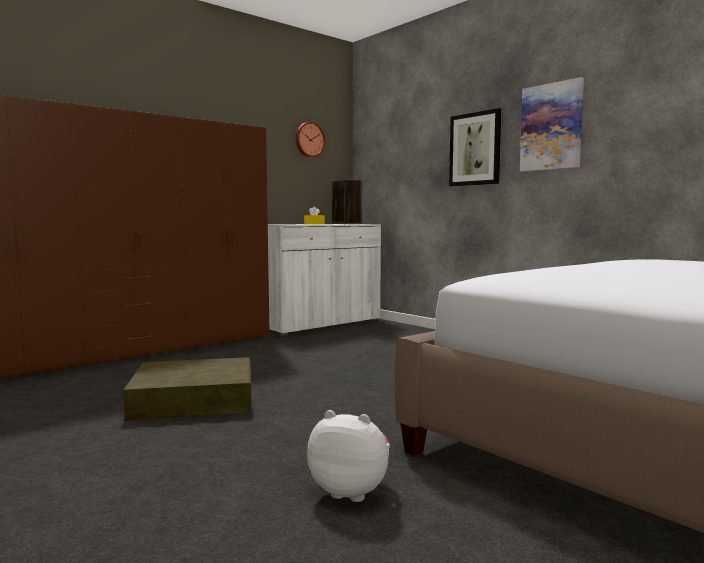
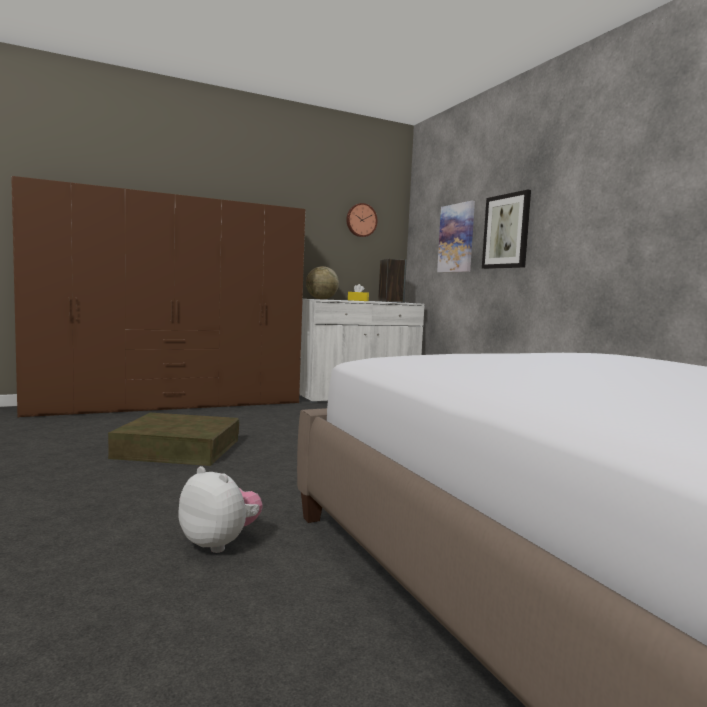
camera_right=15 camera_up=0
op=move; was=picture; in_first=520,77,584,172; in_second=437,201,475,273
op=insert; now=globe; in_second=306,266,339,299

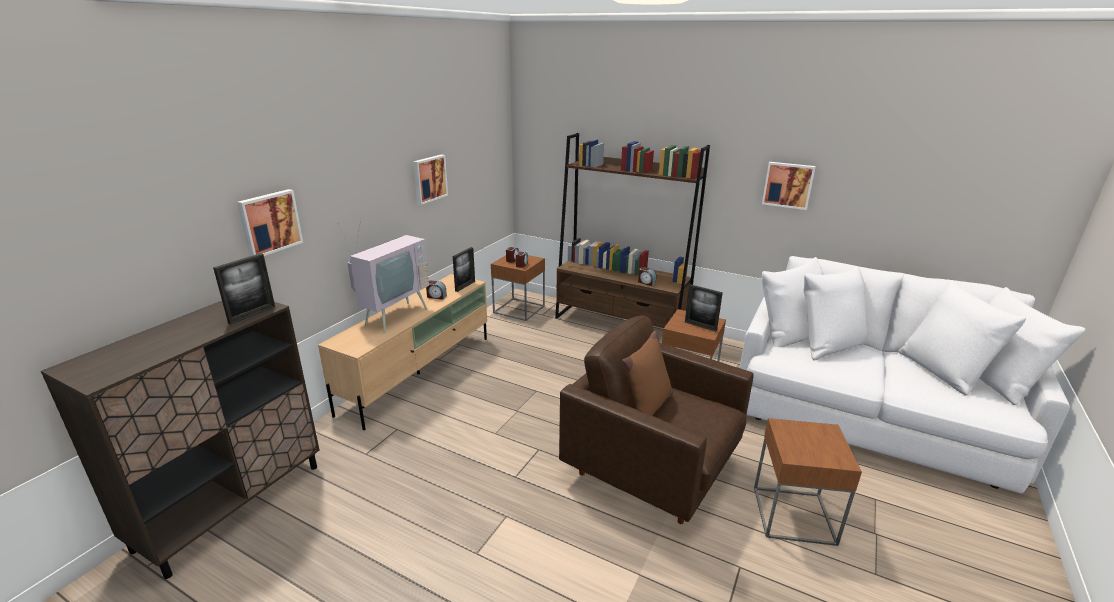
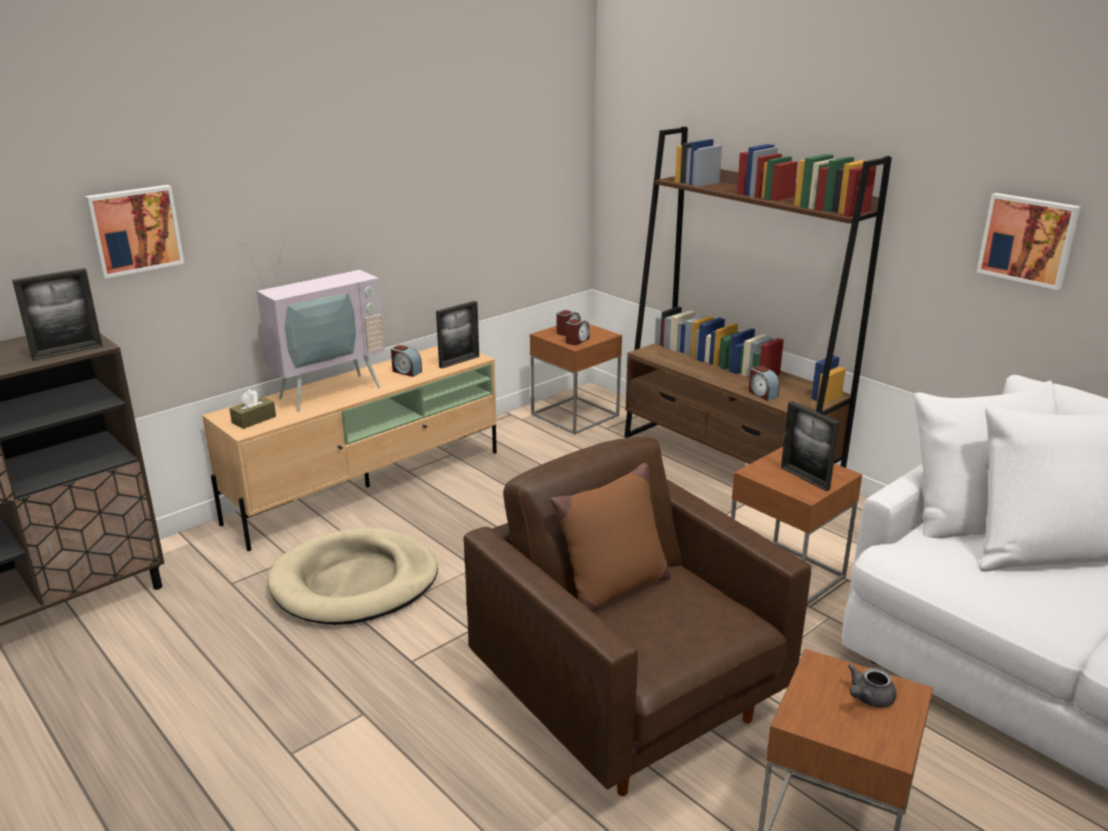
camera_right=20 camera_up=0
op=delete; was=picture; in_first=413,155,448,205
op=insert; now=brown_tissue_box; in_second=229,389,276,429
op=insert; now=beige_dog_bed; in_second=267,528,438,625
op=insert; now=grey_teapot; in_second=848,664,897,708

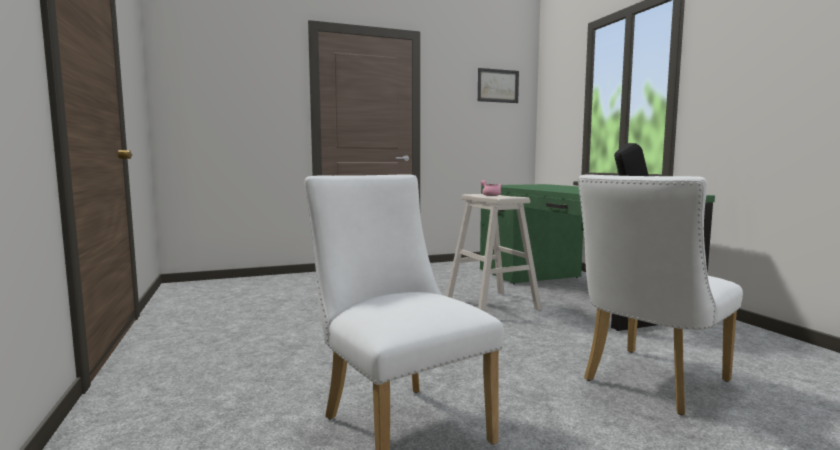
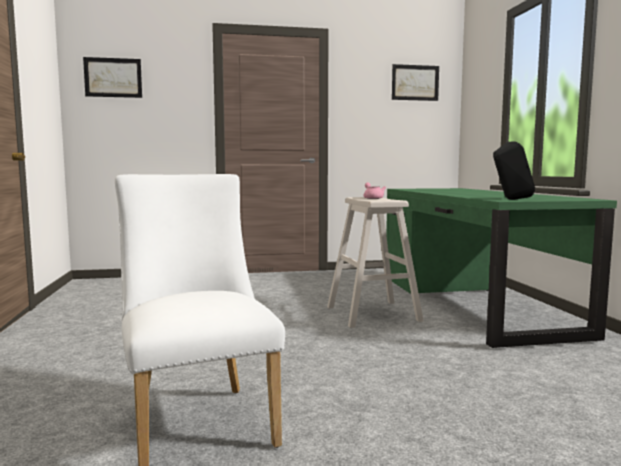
camera_right=10 camera_up=0
op=delete; was=white_chair; in_first=578,175,743,415
op=insert; now=picture; in_second=83,57,142,98

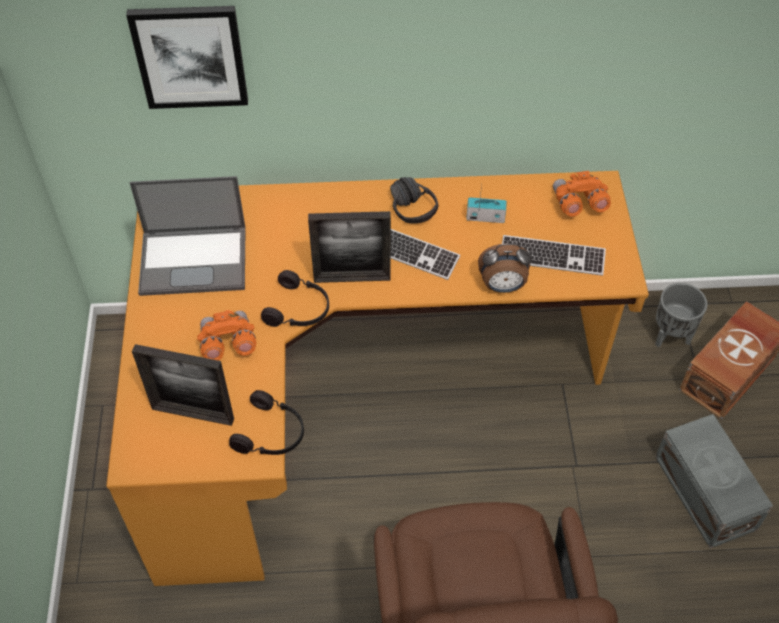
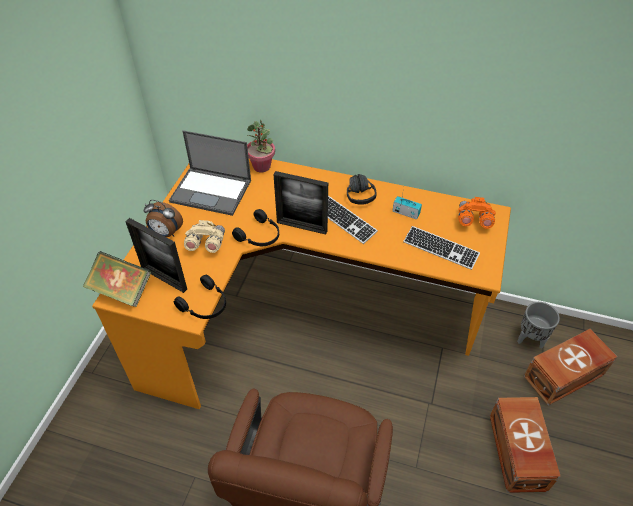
camera_right=20 camera_up=-5
op=delete; was=picture; in_first=126,6,248,109
op=move; was=alarm_clock; in_first=478,243,531,293; in_second=144,200,183,237
op=recolor; was=orange_binoculars; now=beige_binoculars; in_first=197,310,256,361; in_second=184,220,225,253
op=recolor; was=grey_storage_box; now=brown_storage_box; in_first=655,414,773,548; in_second=490,397,561,493
op=insert; now=potted_plant; in_second=247,119,275,172
op=insert; now=book; in_second=83,251,151,307

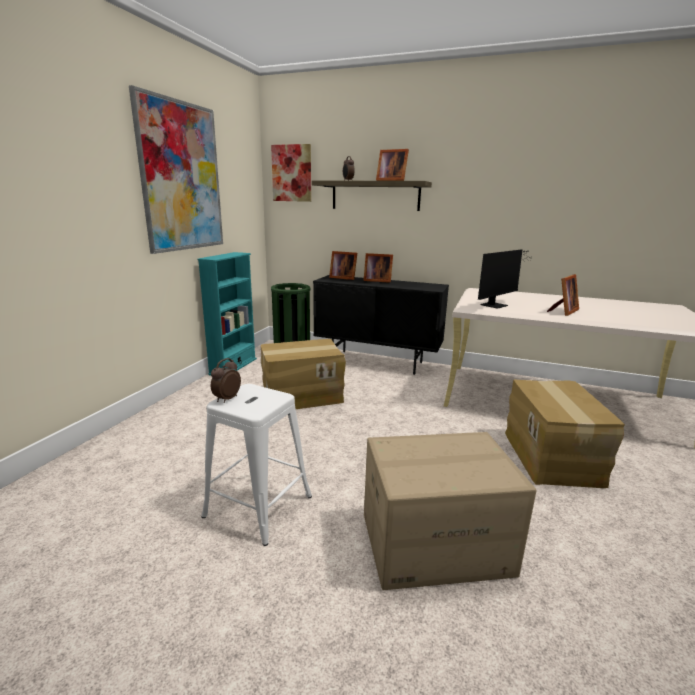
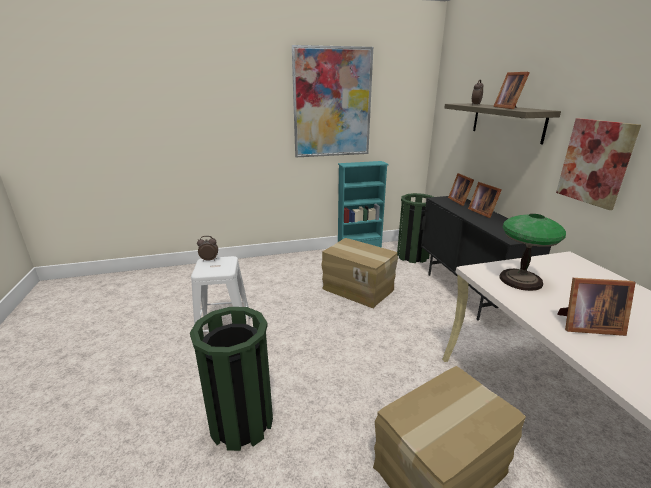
camera_right=55 camera_up=5
op=move; was=picture; in_first=271,144,311,202; in_second=556,118,641,210
op=replace; was=monitor; now=table_lamp; in_first=478,249,529,309; in_second=500,214,566,291
op=replace; was=cardboard_box; now=green_trash_can; in_first=364,432,537,590; in_second=190,307,273,451

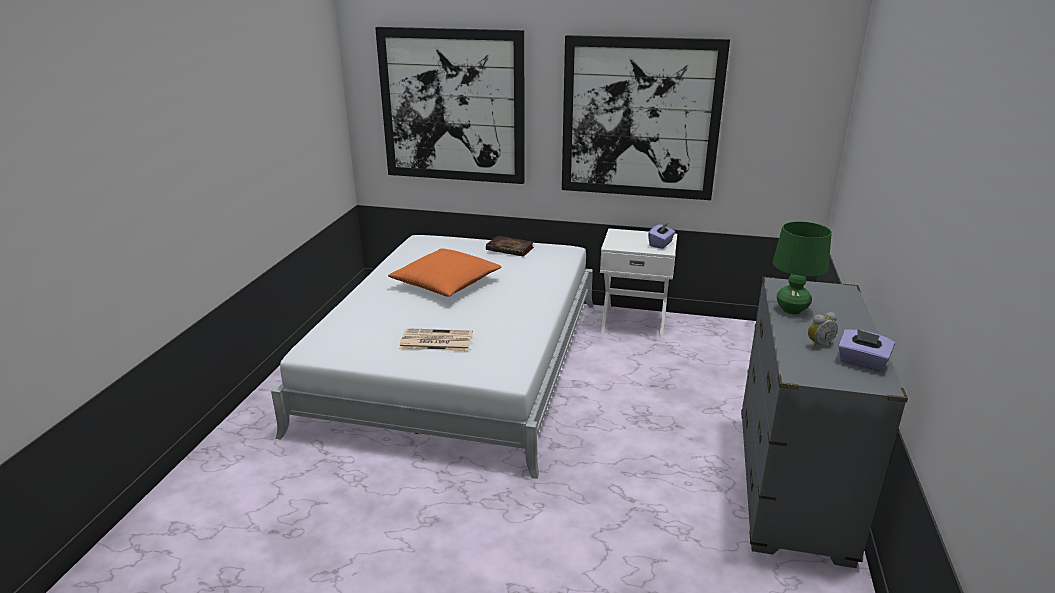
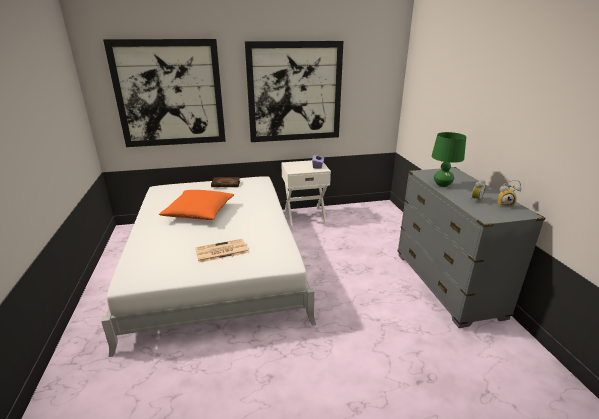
camera_right=-25 camera_up=0
op=replace; was=purple_tissue_box; now=alarm_clock; in_first=838,329,895,372; in_second=497,179,521,207

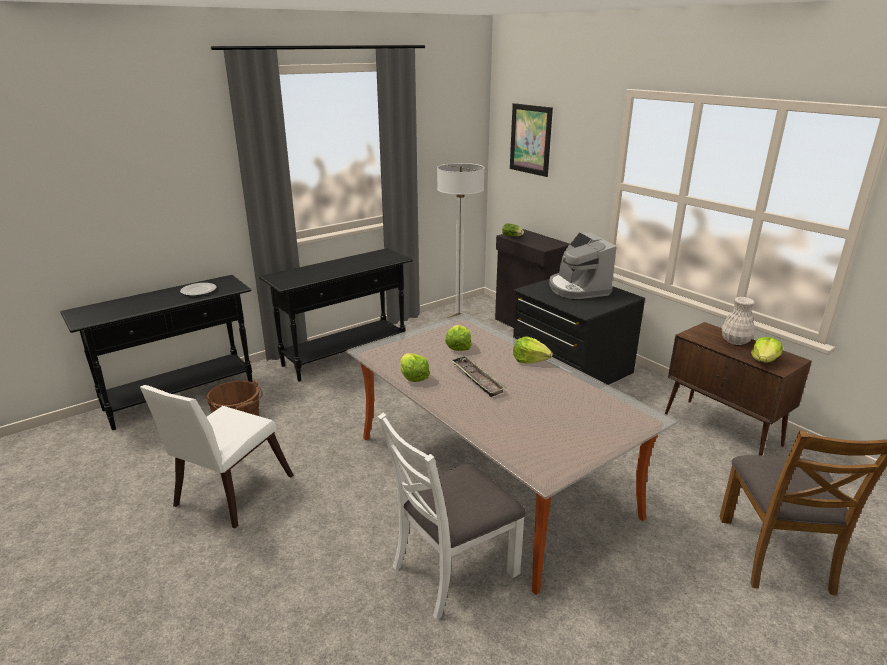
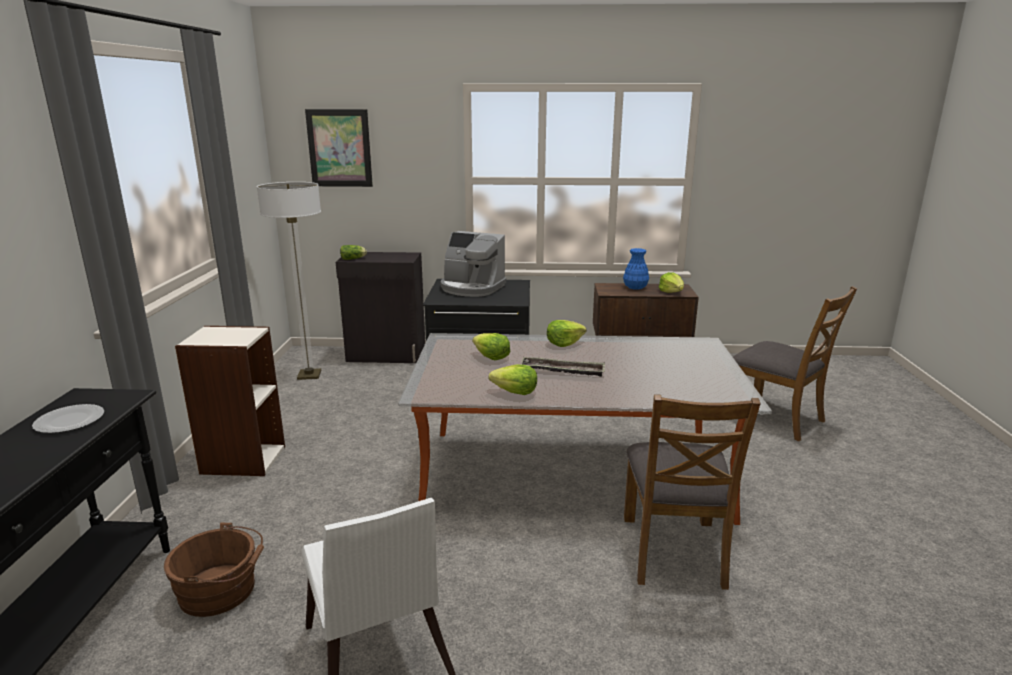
camera_right=-50 camera_up=-5
op=replace; was=black_console_table; now=bookcase; in_first=259,248,413,382; in_second=175,326,285,476
op=recolor; was=white_vase; now=blue_vase; in_first=722,297,755,345; in_second=623,248,649,290
op=recolor; was=white_chair; now=brown_chair; in_first=378,412,526,620; in_second=624,394,761,590

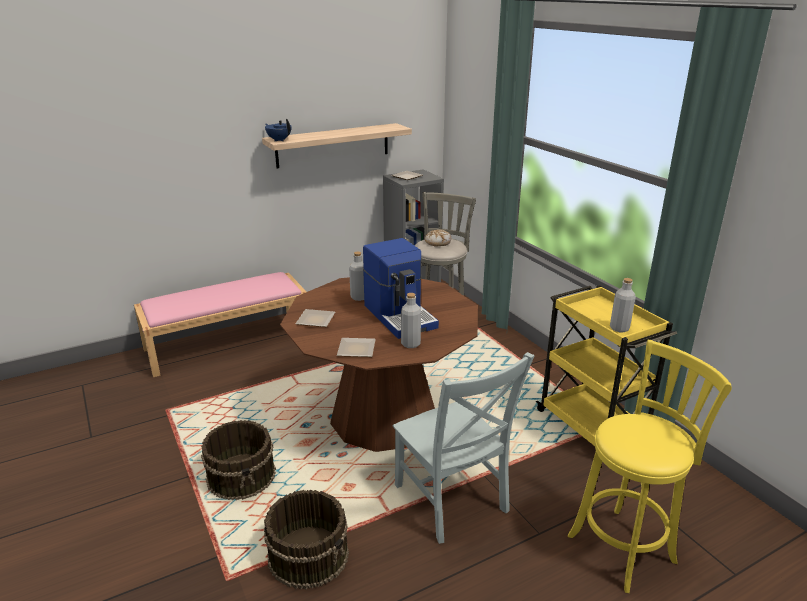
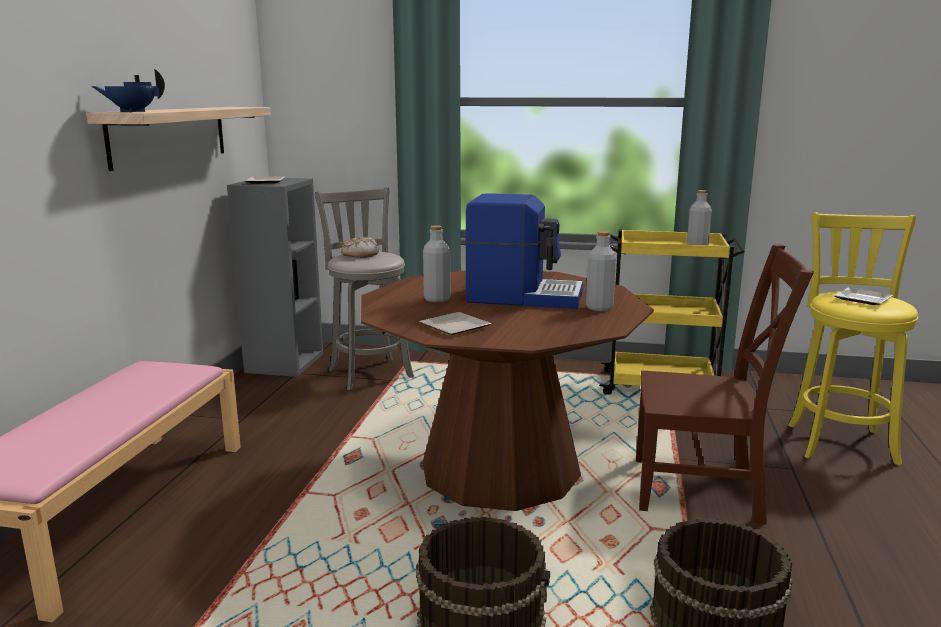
camera_right=-50 camera_up=-10
op=move; was=plate; in_first=337,338,376,357; in_second=834,288,893,305
op=recolor; was=grey_chair; now=brown_chair; in_first=393,352,535,544; in_second=636,245,814,525

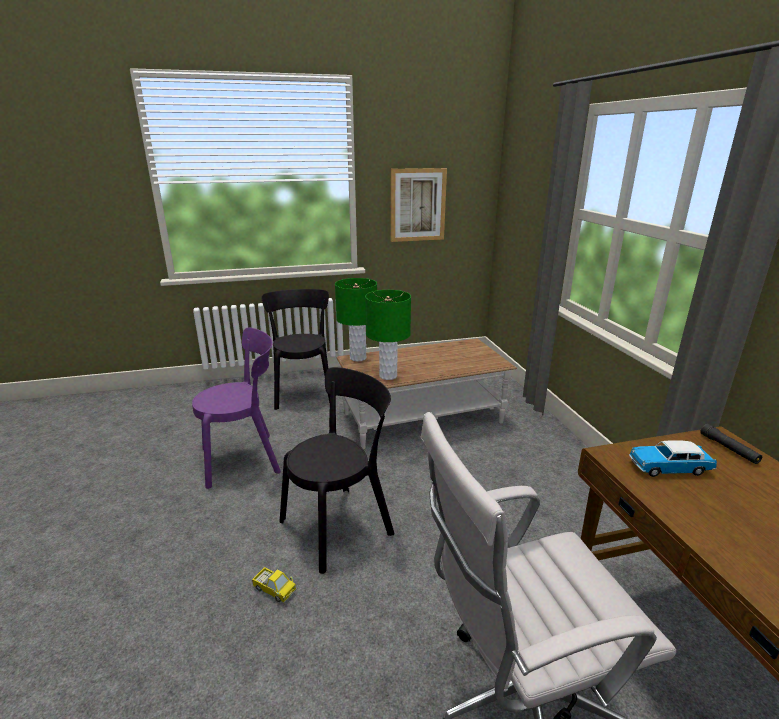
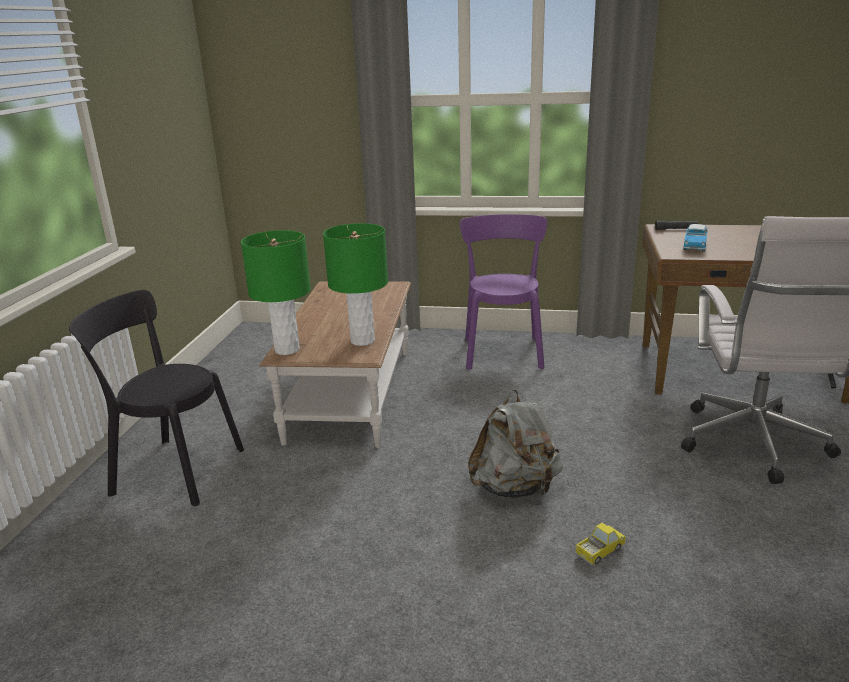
camera_right=-65 camera_up=0
op=delete; was=picture; in_first=391,168,447,242
op=move; was=purple_chair; in_first=192,328,281,489; in_second=460,214,547,370
op=replace; was=black_chair; now=grey_backpack; in_first=280,367,394,574; in_second=468,389,563,498

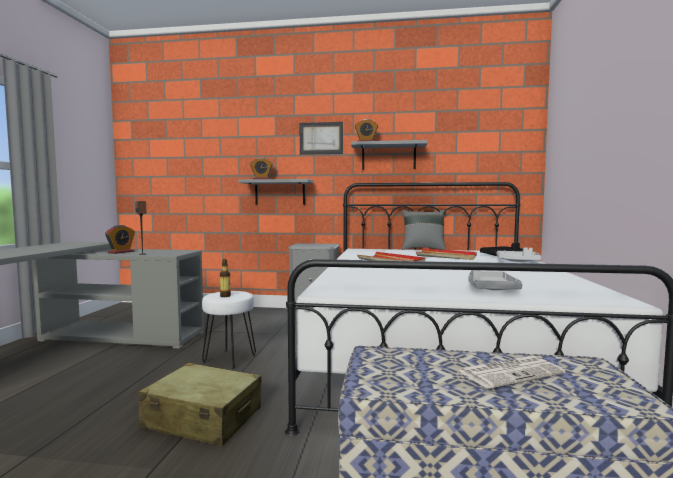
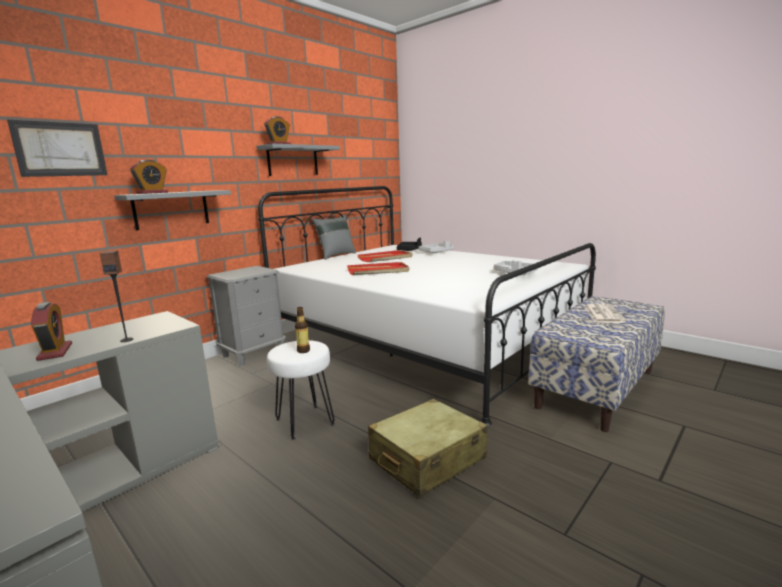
camera_right=-55 camera_up=10
op=move; was=picture; in_first=300,122,343,155; in_second=7,120,107,177

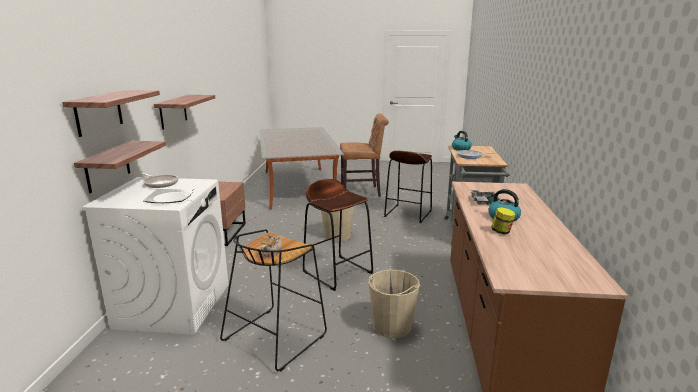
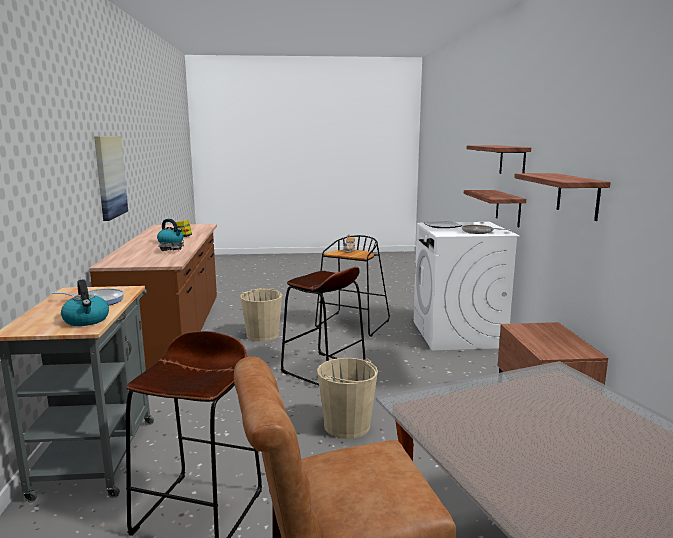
camera_right=170 camera_up=-5
op=insert; now=picture; in_second=94,136,128,221

